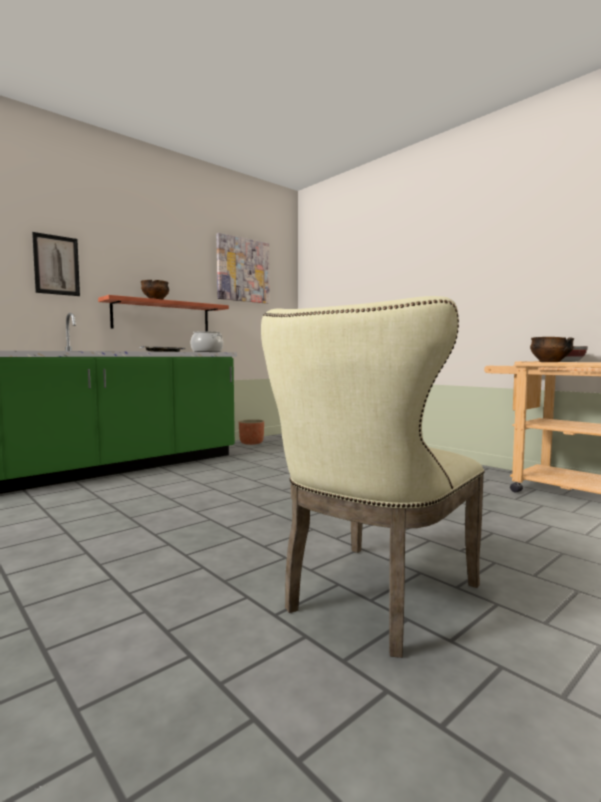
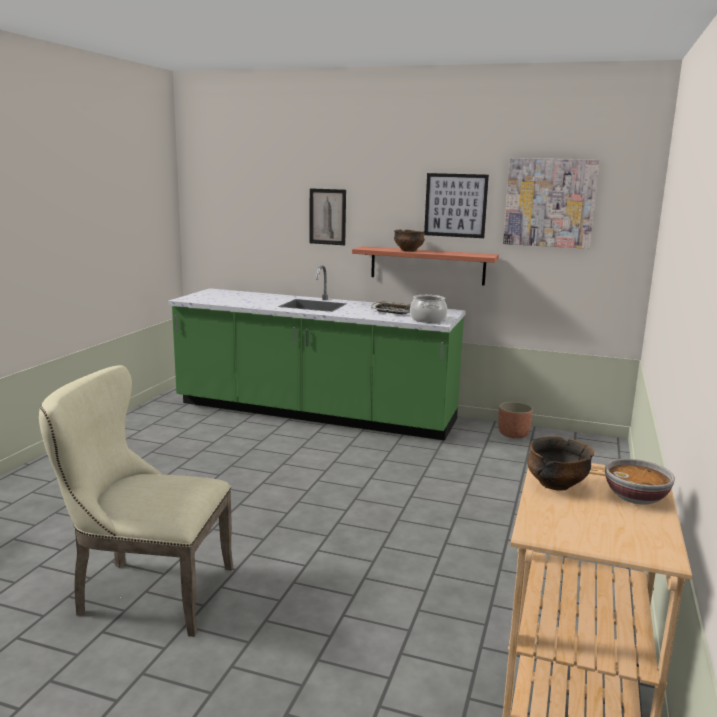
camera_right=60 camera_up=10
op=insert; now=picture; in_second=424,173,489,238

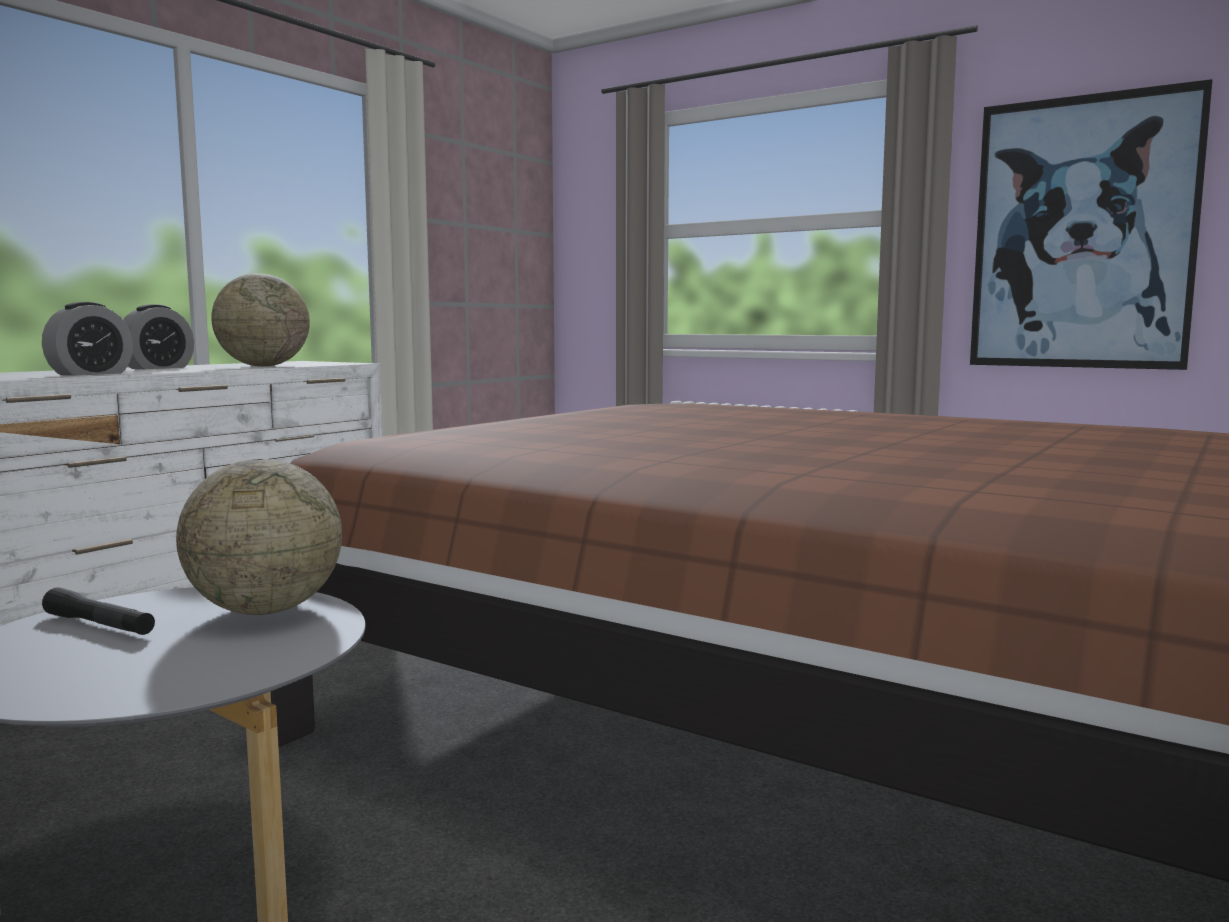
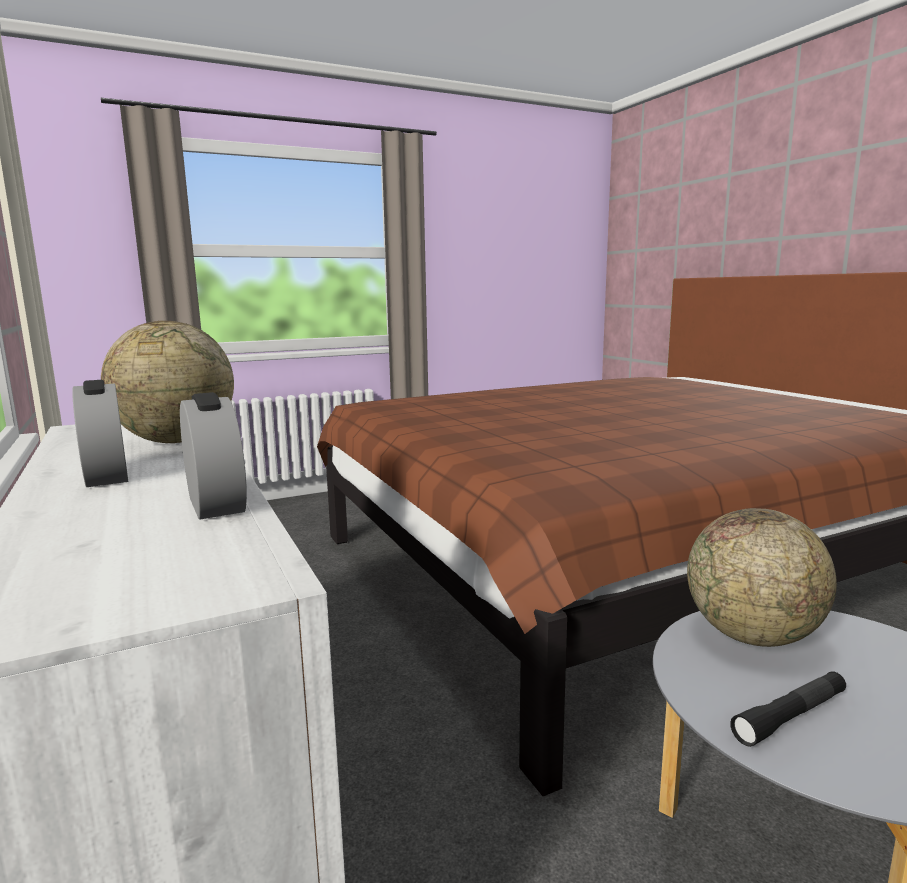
camera_right=-60 camera_up=5
op=delete; was=picture; in_first=970,79,1212,370

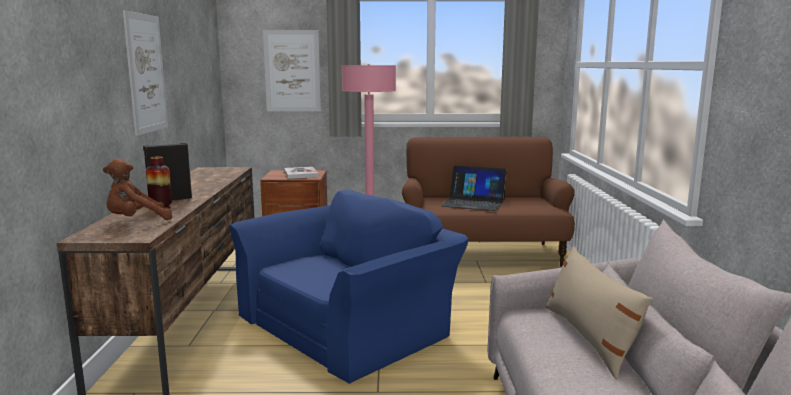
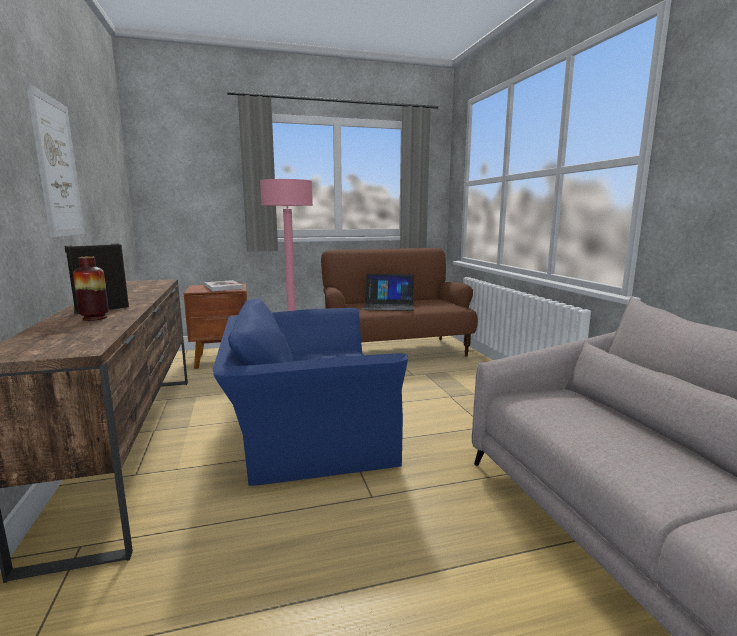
camera_right=-15 camera_up=0
op=delete; was=picture; in_first=263,30,321,111
op=delete; was=brown_plush_toy; in_first=103,158,172,220
op=rotate; was=blue_armchair; in_first=229,190,468,384; in_second=213,298,408,486; clockwise=-135
op=delete; was=beige_pillow; in_first=546,246,653,379

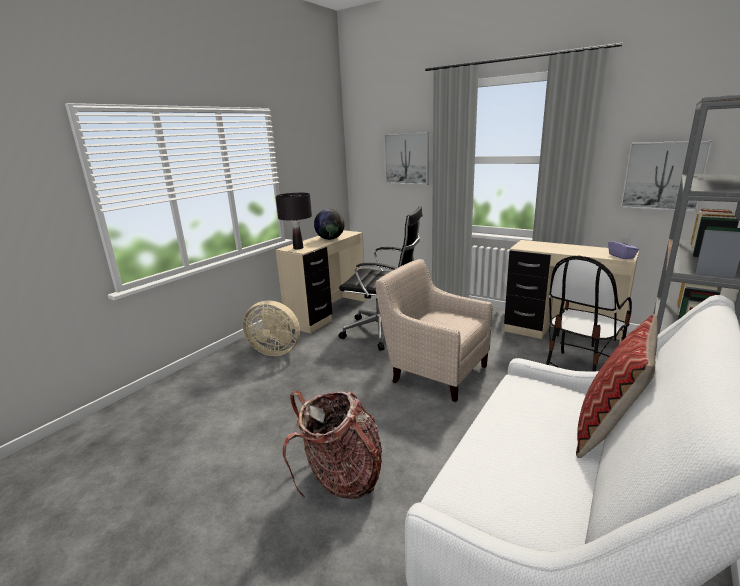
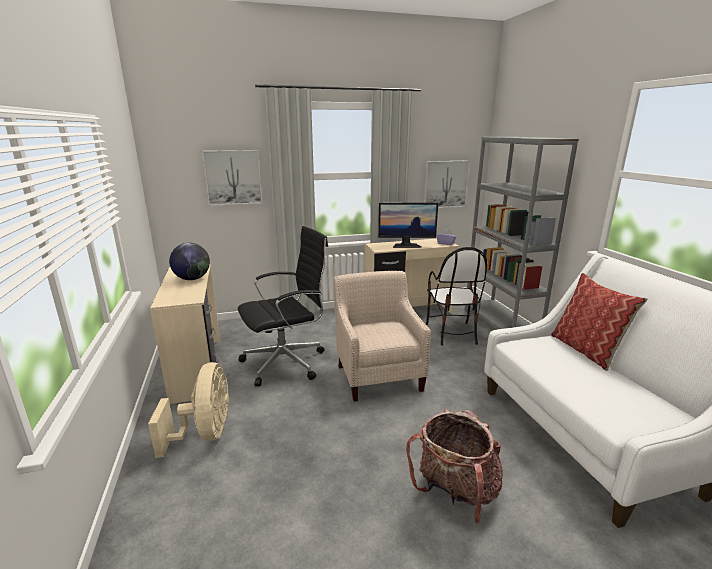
camera_right=-50 camera_up=0
op=delete; was=black_table_lamp; in_first=276,193,312,249
op=rotate; was=beige_armchair; in_first=375,259,493,402; in_second=334,271,431,402; clockwise=90
op=rotate; was=beige_fan; in_first=243,301,300,356; in_second=148,362,229,458; clockwise=-60
op=insert; now=monitor; in_second=378,203,438,248

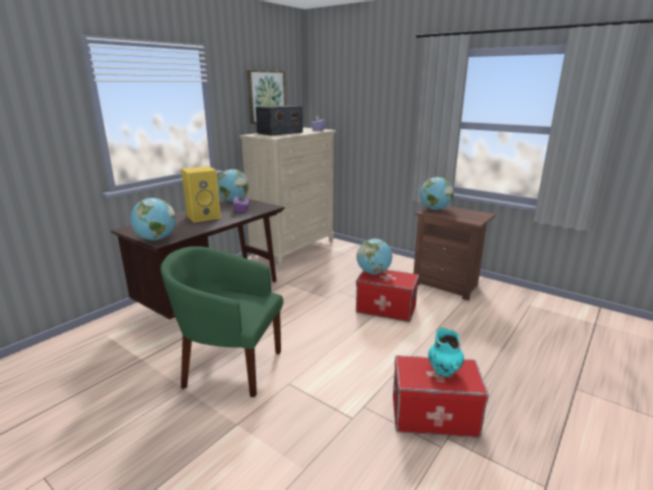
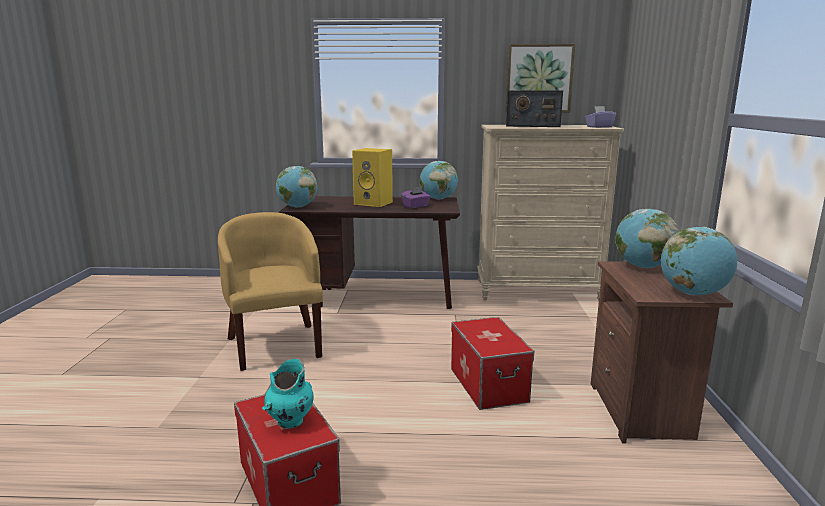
camera_right=55 camera_up=-5
op=move; was=globe; in_first=357,239,392,275; in_second=661,227,737,295
op=recolor; was=green_armchair; now=yellow_armchair; in_first=161,246,283,397; in_second=218,212,323,371

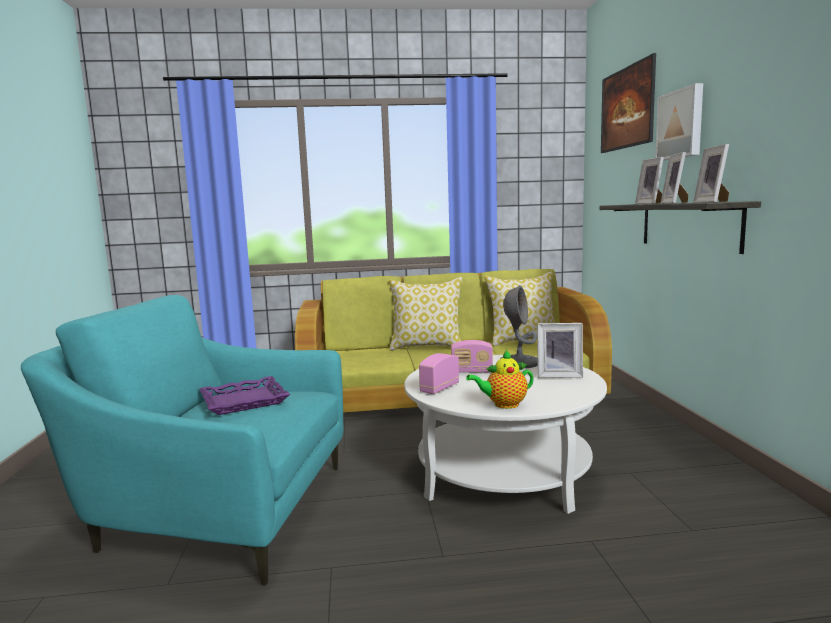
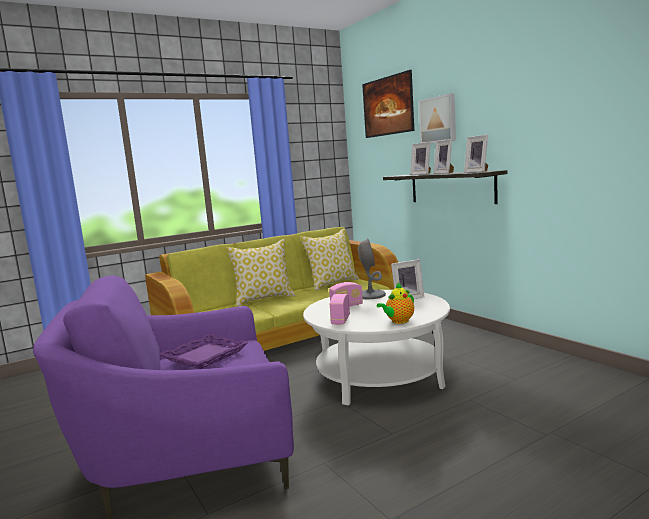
camera_right=-25 camera_up=0
op=recolor; was=turquoise_armchair; now=purple_armchair; in_first=21,295,343,586; in_second=33,276,294,517

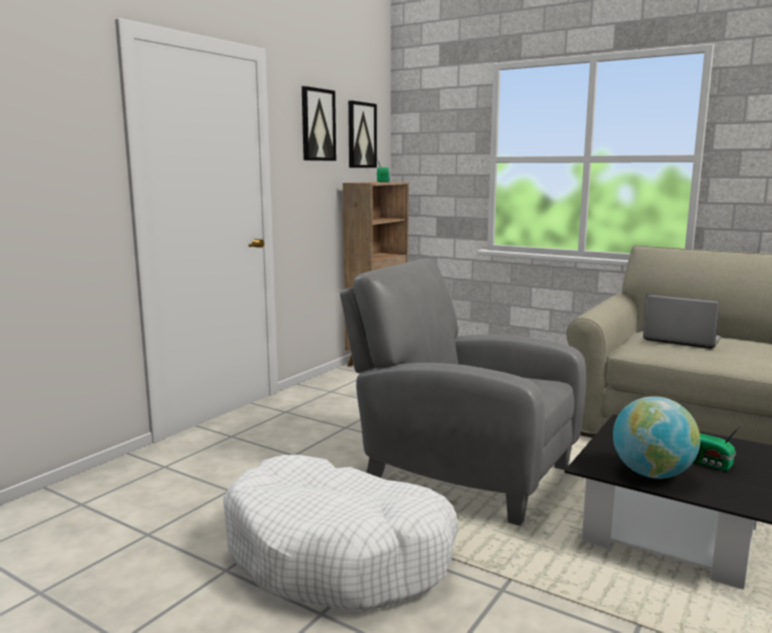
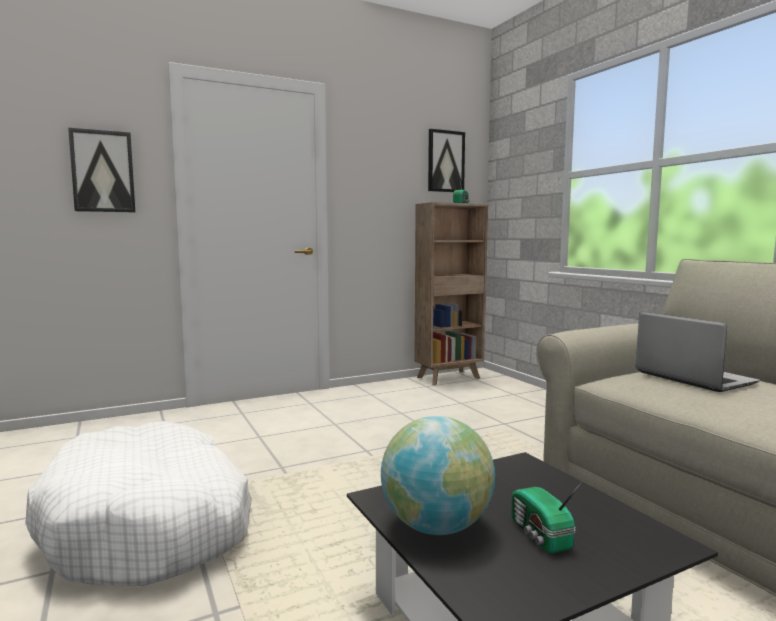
camera_right=30 camera_up=-5
op=move; was=picture; in_first=302,86,336,161; in_second=68,128,135,212
op=delete; was=grey_armchair; in_first=340,259,586,526

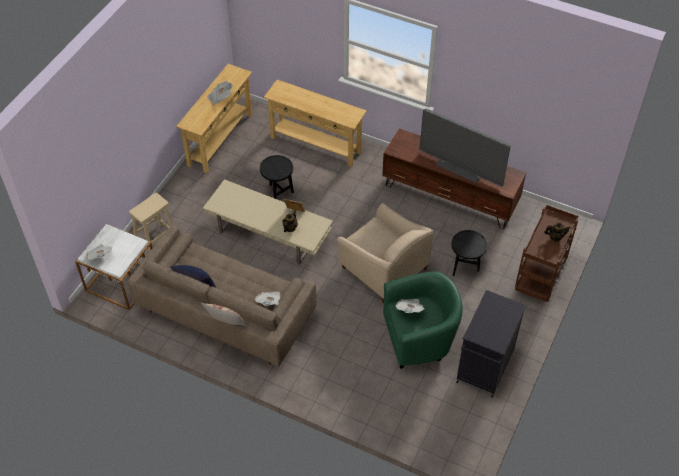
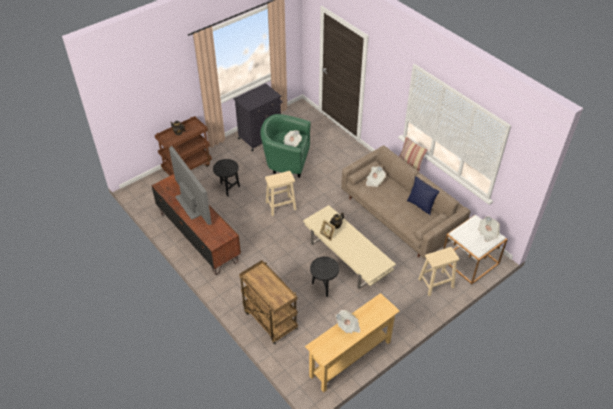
camera_right=-155 camera_up=-5
op=replace; was=beige_console_table; now=brown_cart; in_first=263,80,367,167; in_second=239,260,298,345
op=replace; was=beige_armchair; now=beige_stool; in_first=337,203,433,303; in_second=265,171,296,216

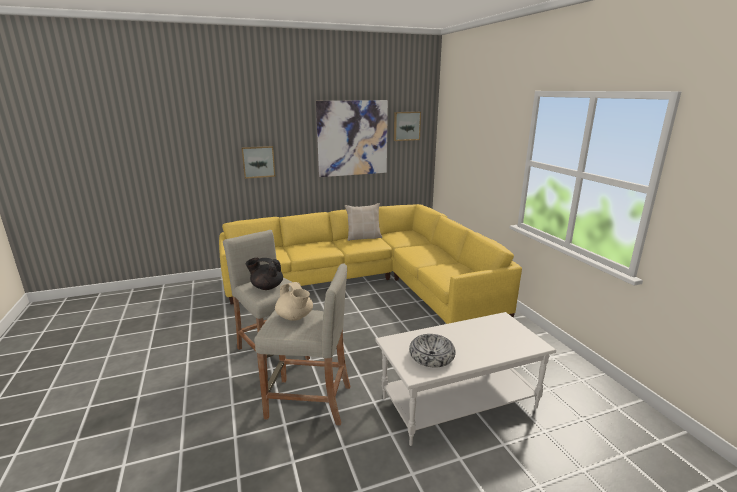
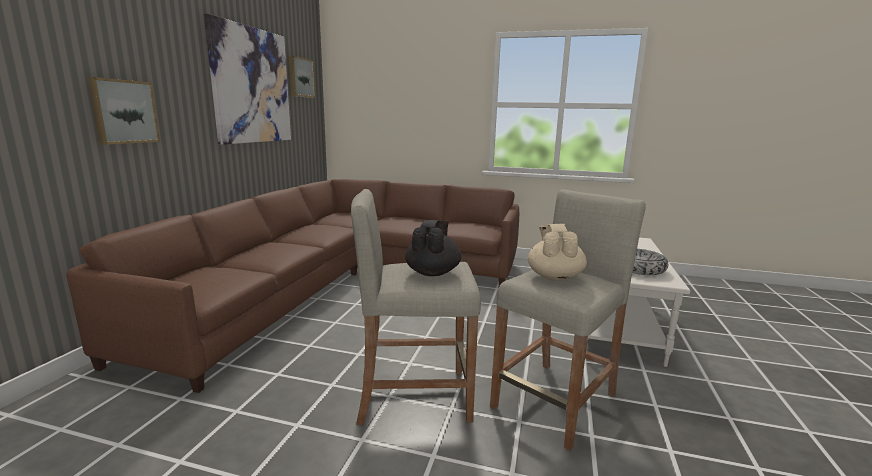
camera_right=-55 camera_up=-5
op=delete; was=beige_pillow; in_first=345,203,382,241
op=recolor; was=yellow_sofa; now=brown_sofa; in_first=219,204,522,324; in_second=66,179,519,393
op=rotate; was=black_teapot; in_first=246,258,283,290; in_second=405,220,462,276; clockwise=150
op=rotate; was=beige_teapot; in_first=275,282,313,321; in_second=528,224,587,281; clockwise=-90

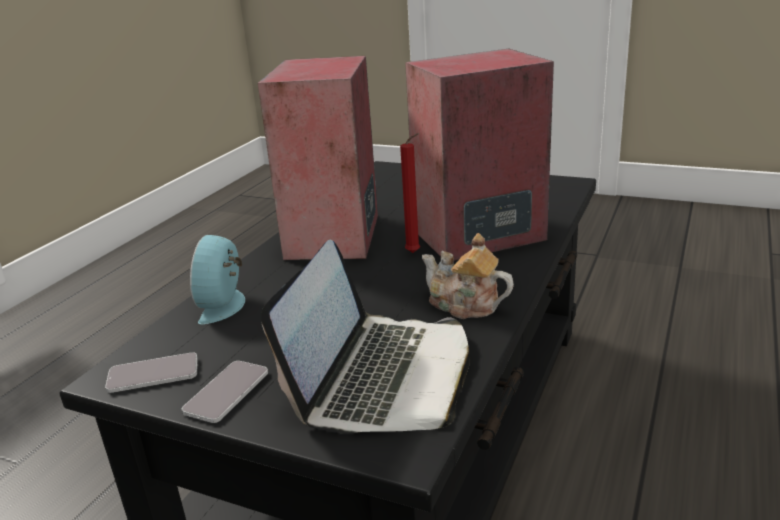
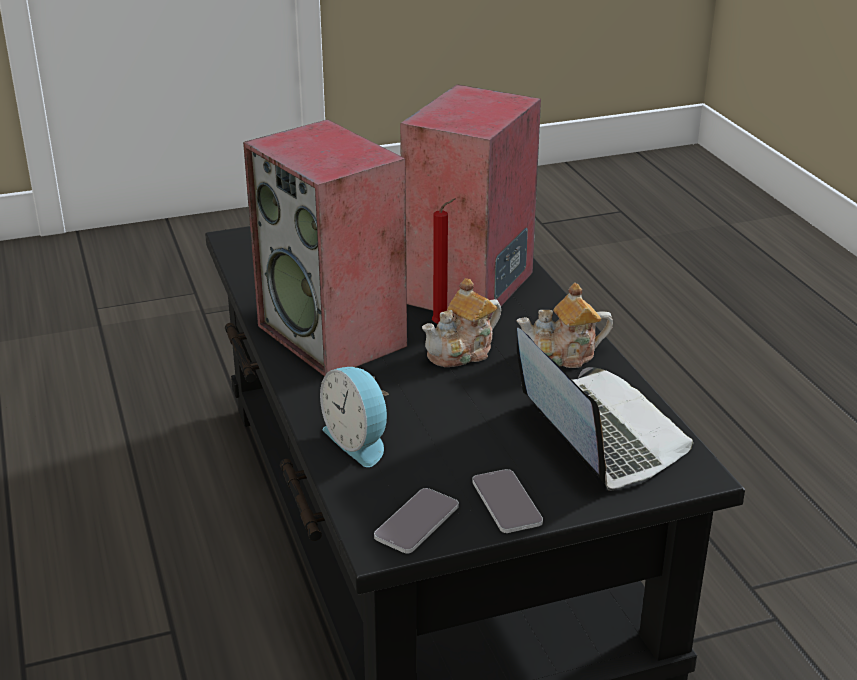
camera_right=-45 camera_up=5
op=insert; now=teapot; in_second=422,278,501,367

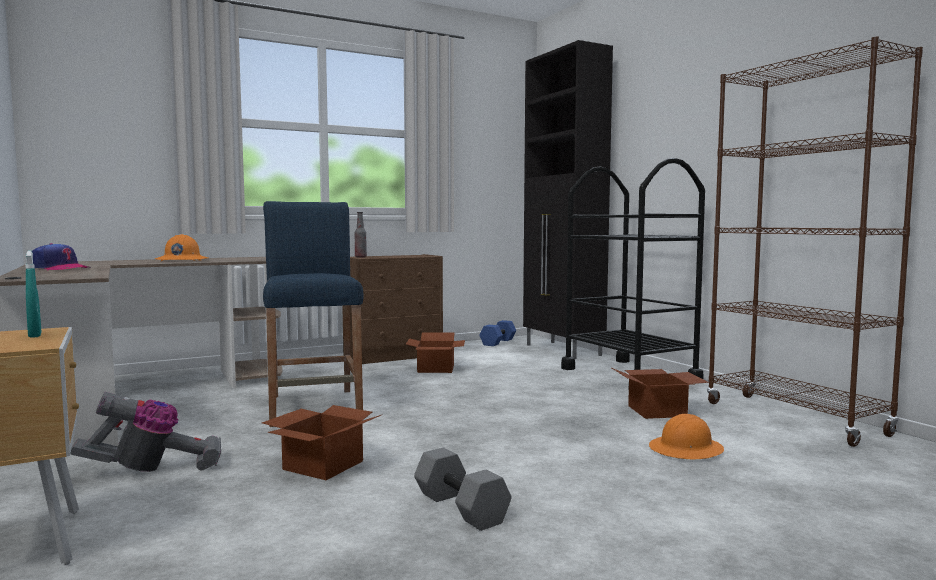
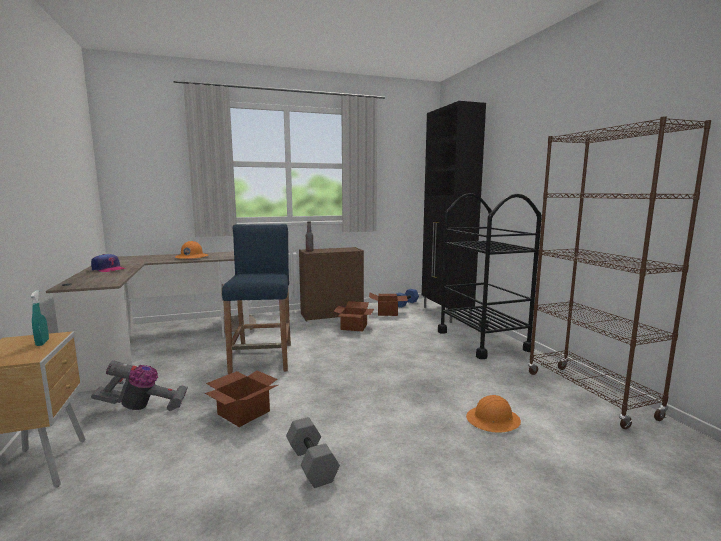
camera_right=10 camera_up=5
op=move; was=cardboard_box; in_first=612,368,709,419; in_second=369,292,408,316

